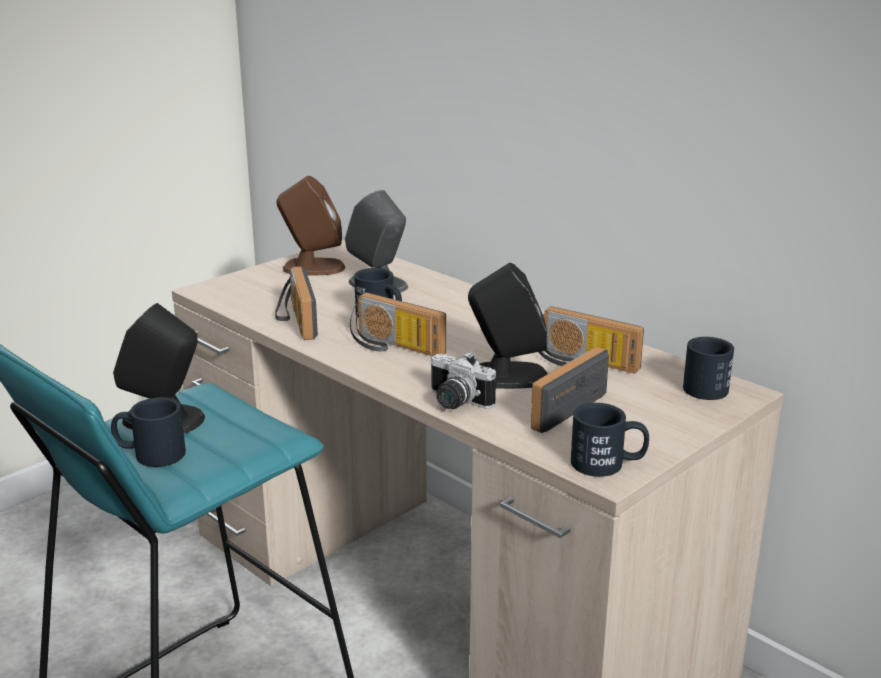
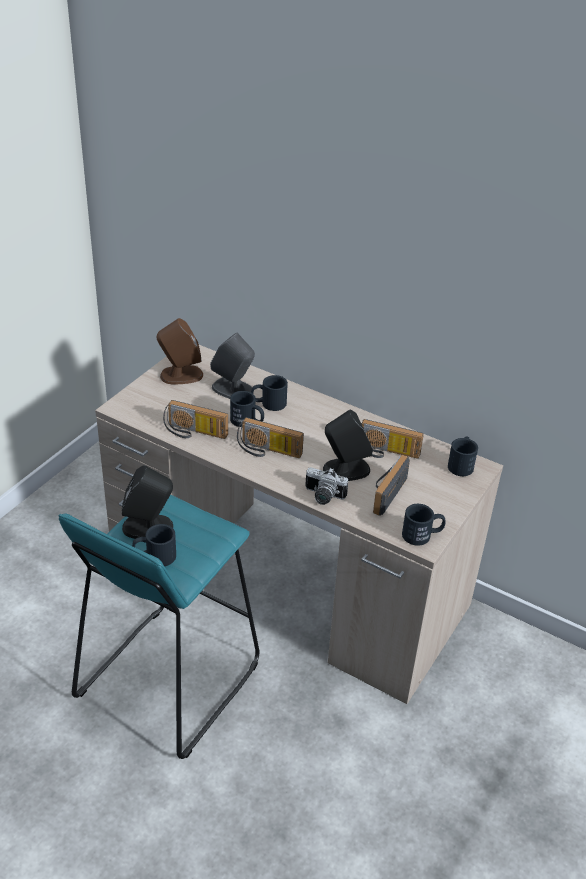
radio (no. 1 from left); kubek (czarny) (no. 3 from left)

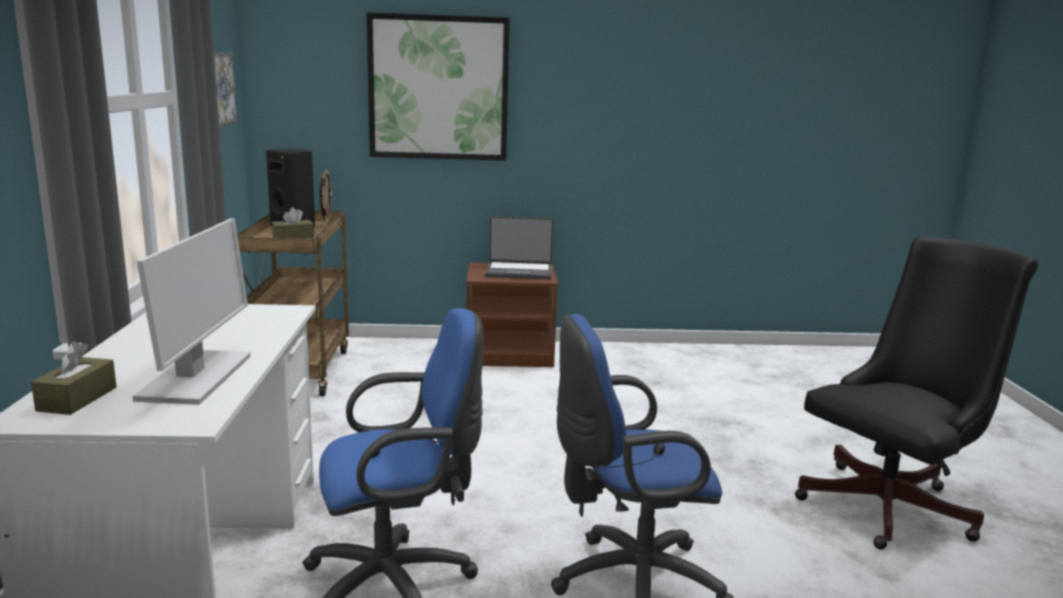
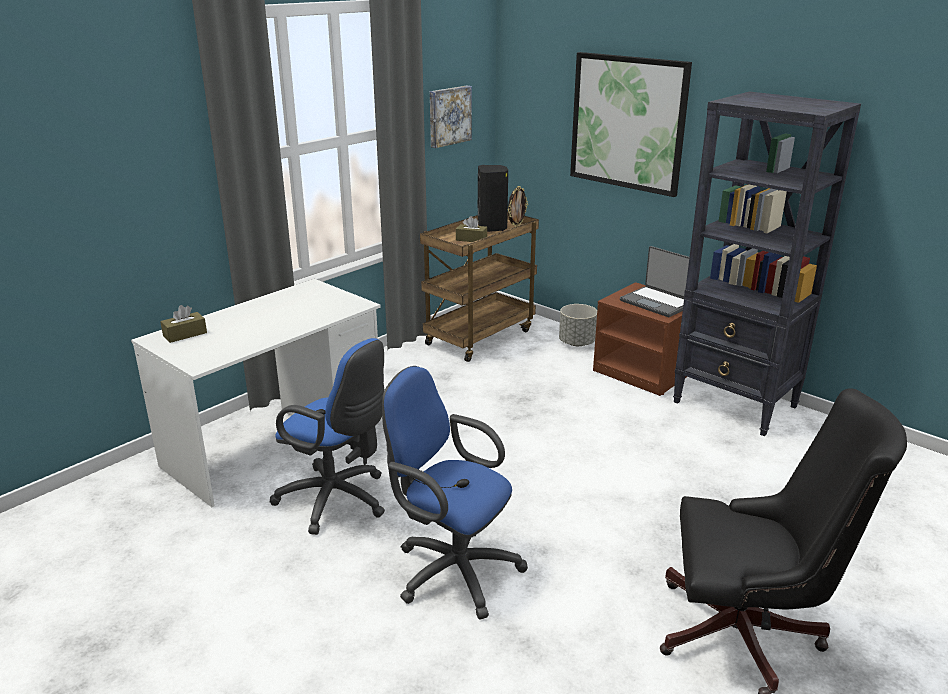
monitor; regał (czarny); donica (szary)

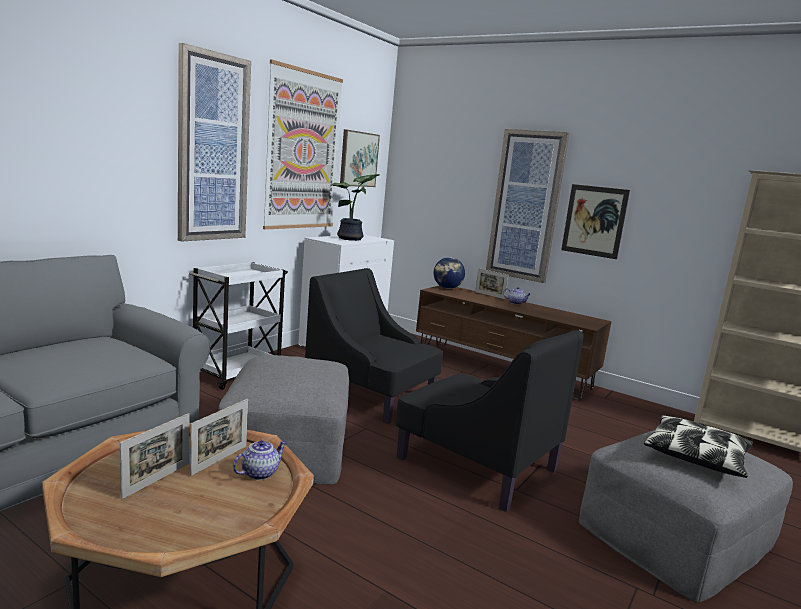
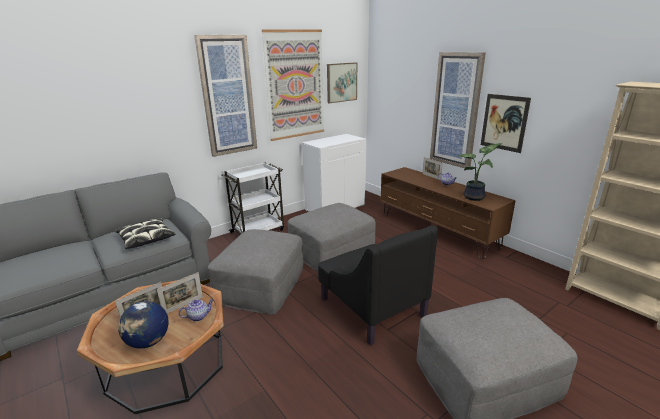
roślina doniczkowa; globus; pufa (szary) (no. 2 from left); poduszka

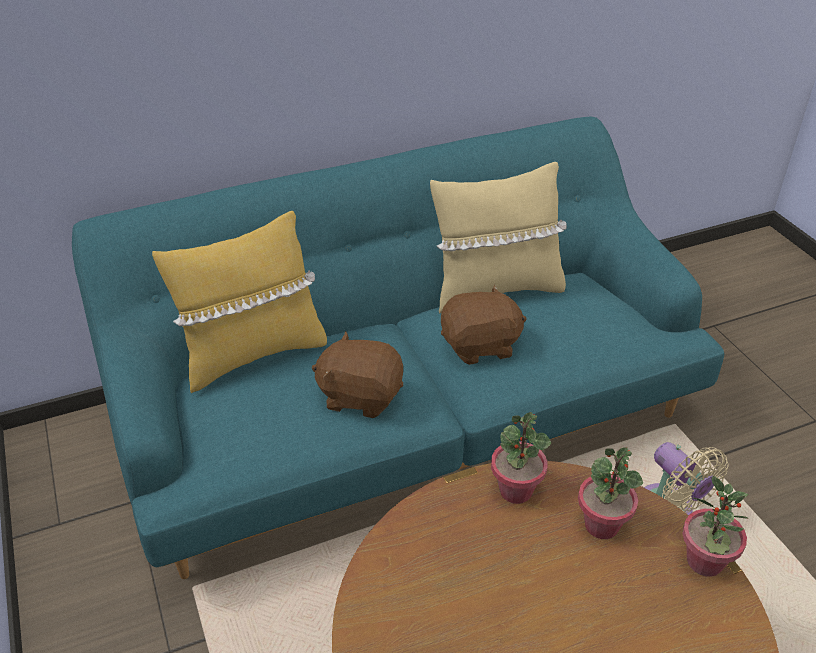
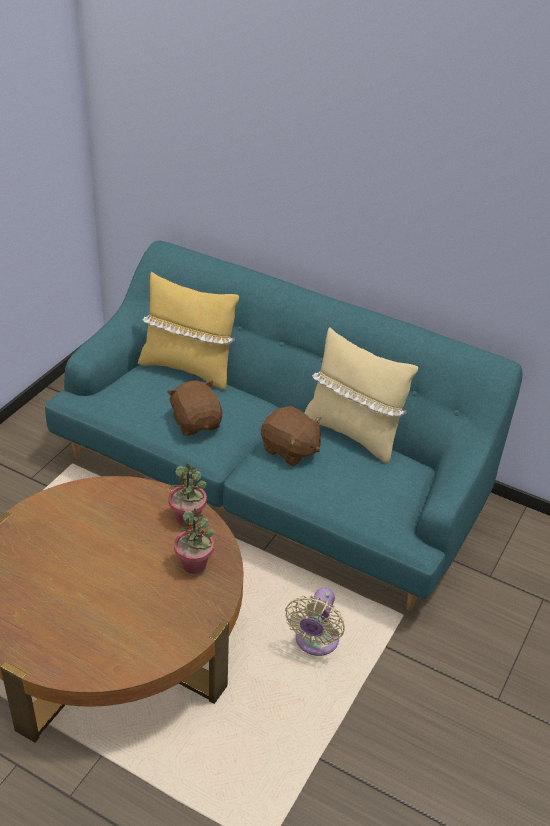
roślina doniczkowa (no. 3 from left in the first image)

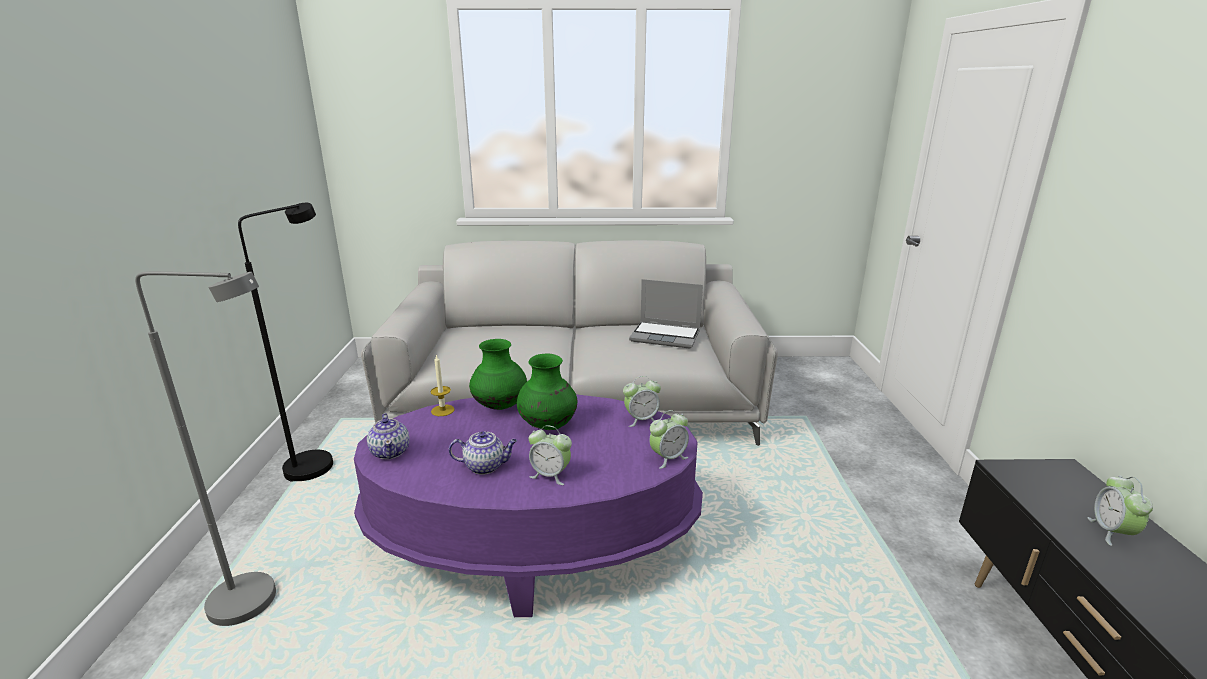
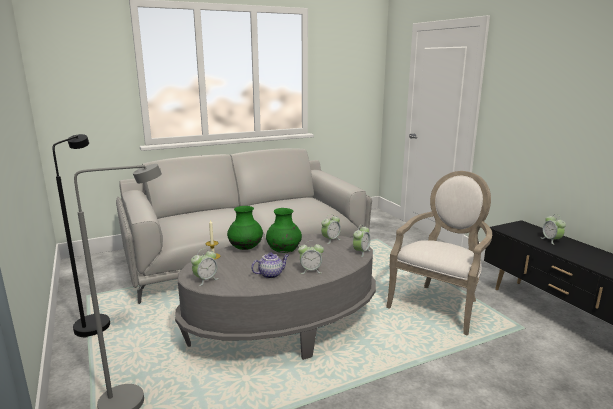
laptop; ława (szary); budzik (no. 1 from left); fotel

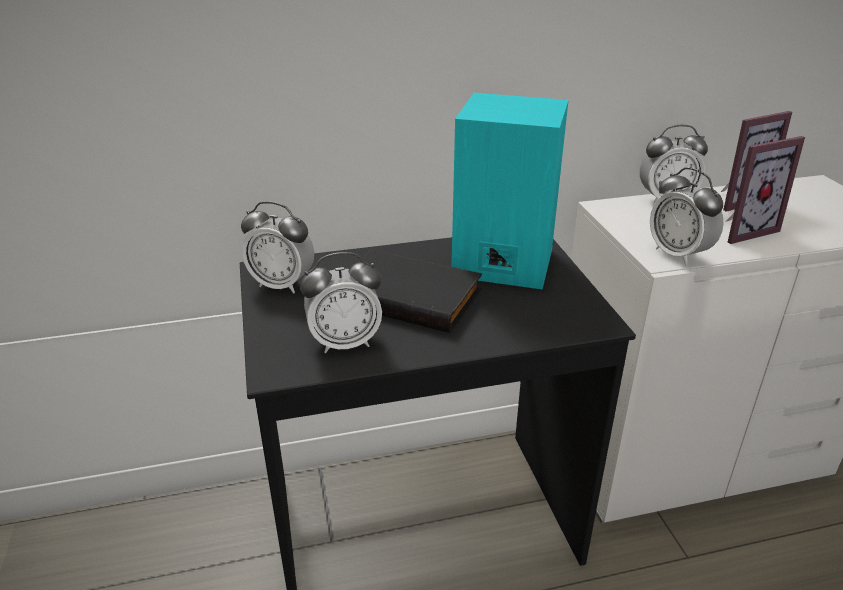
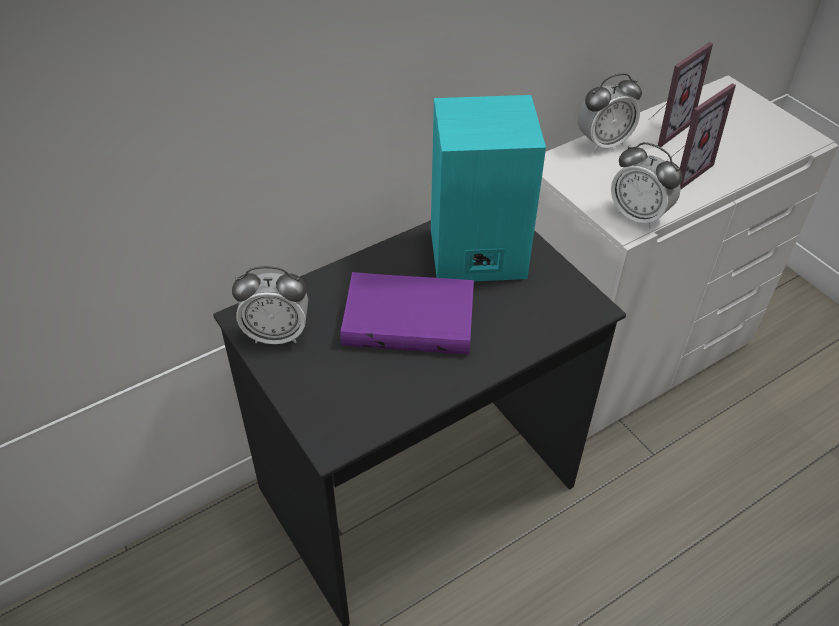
książka (fioletowy); budzik (no. 2 from left in the first image)

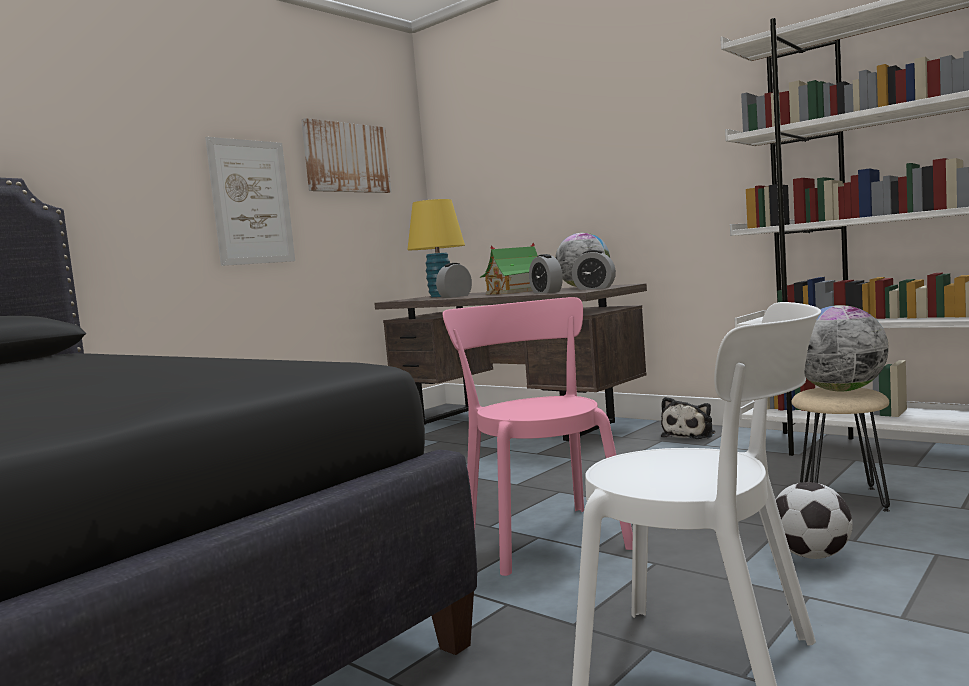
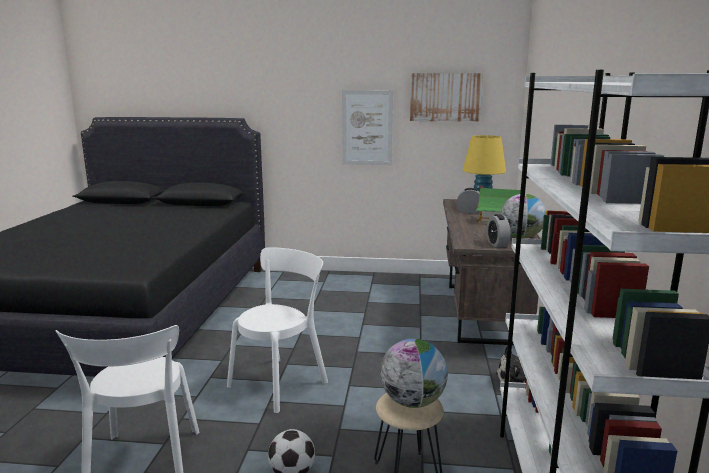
budzik (no. 2 from left in the first image); krzesło (biały) (no. 2 from left)

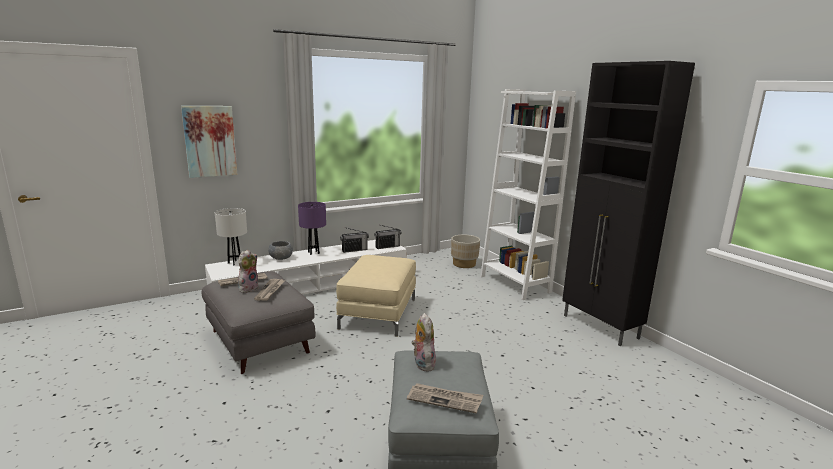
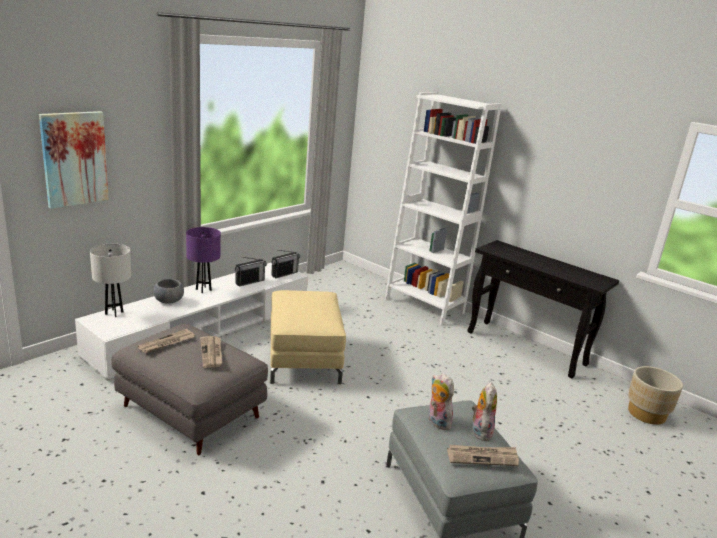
stolik konsolowy (czarny); donica (beżowy); pluszak (no. 2 from left)

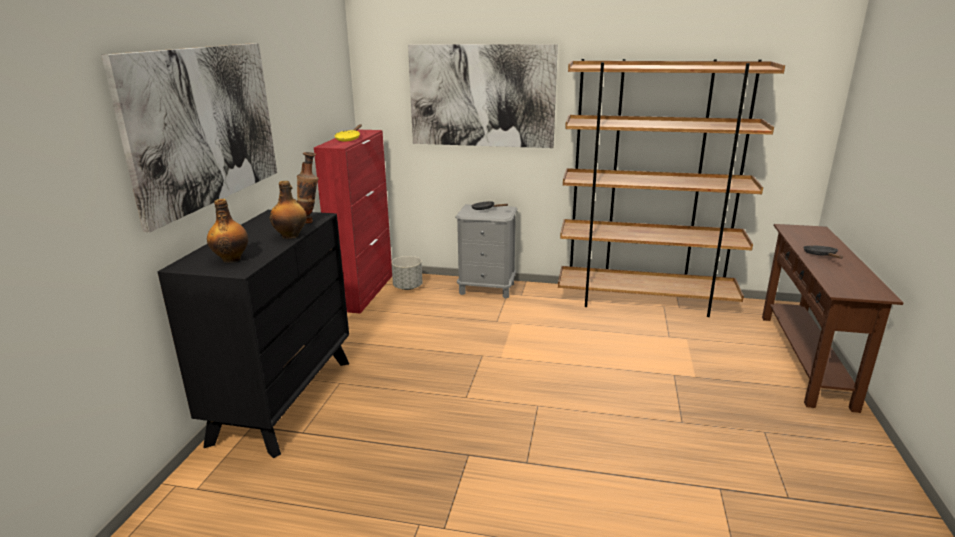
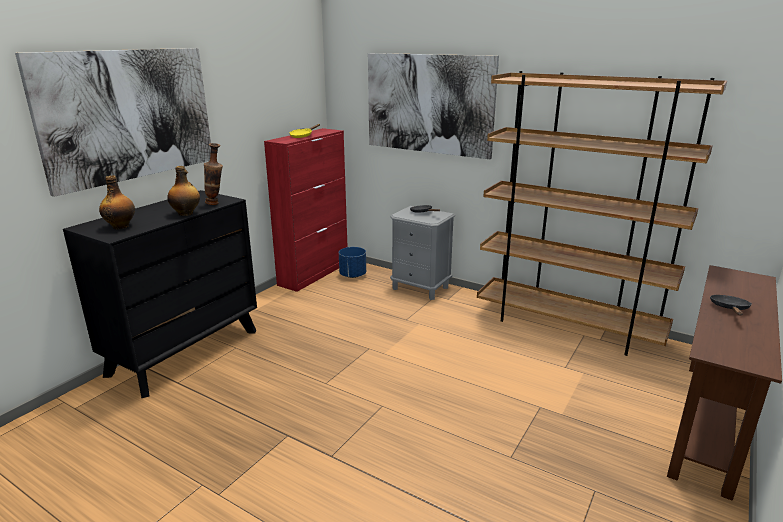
donica (niebieski)

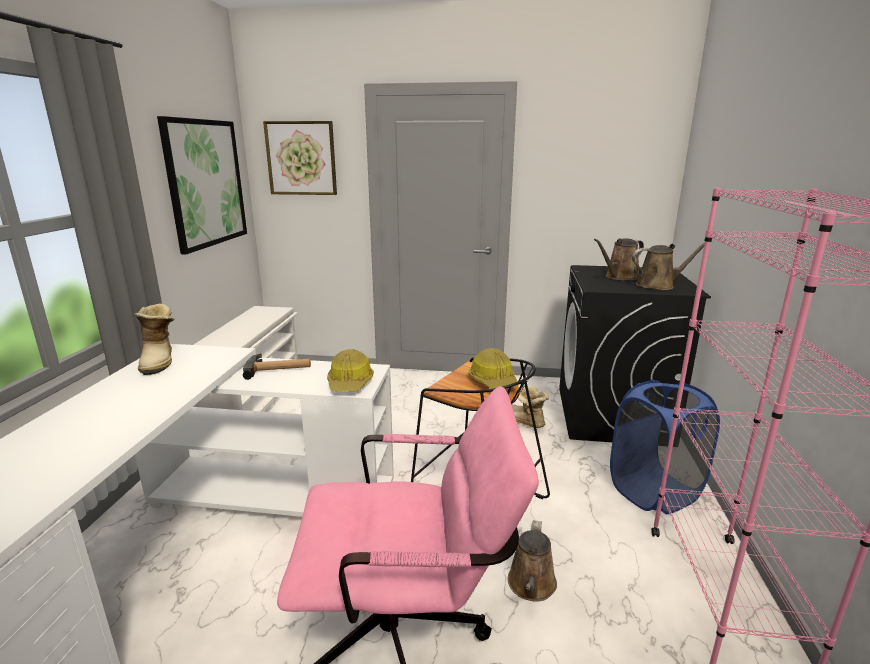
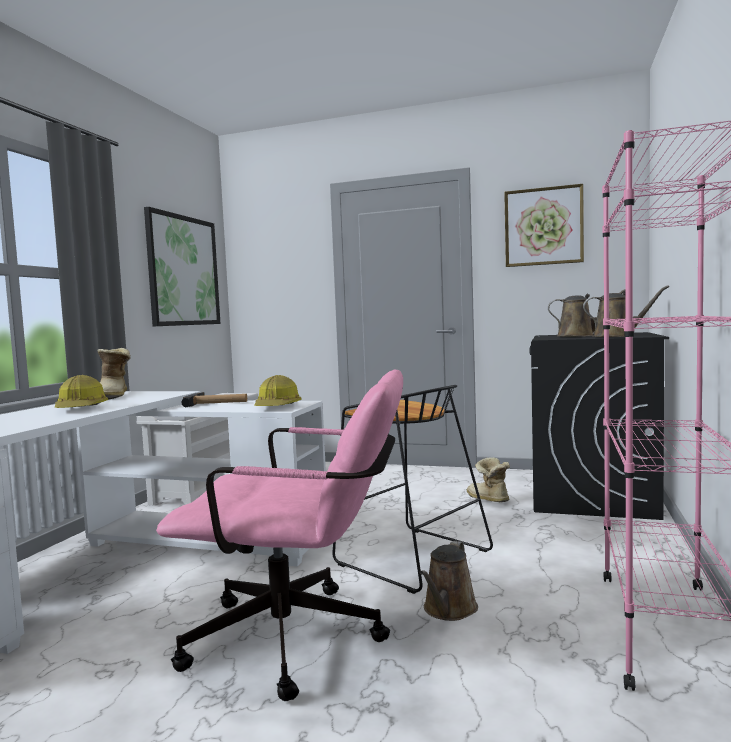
obraz (no. 2 from left); konewka (brązowy) (no. 2 from left); kask (no. 1 from left); kosz na pranie (niebieski)

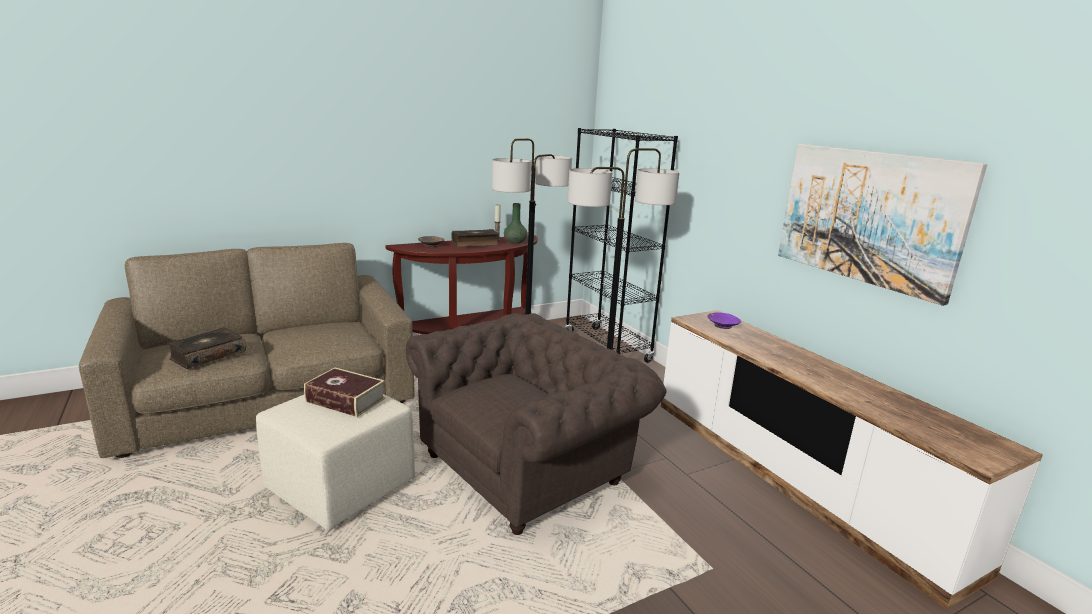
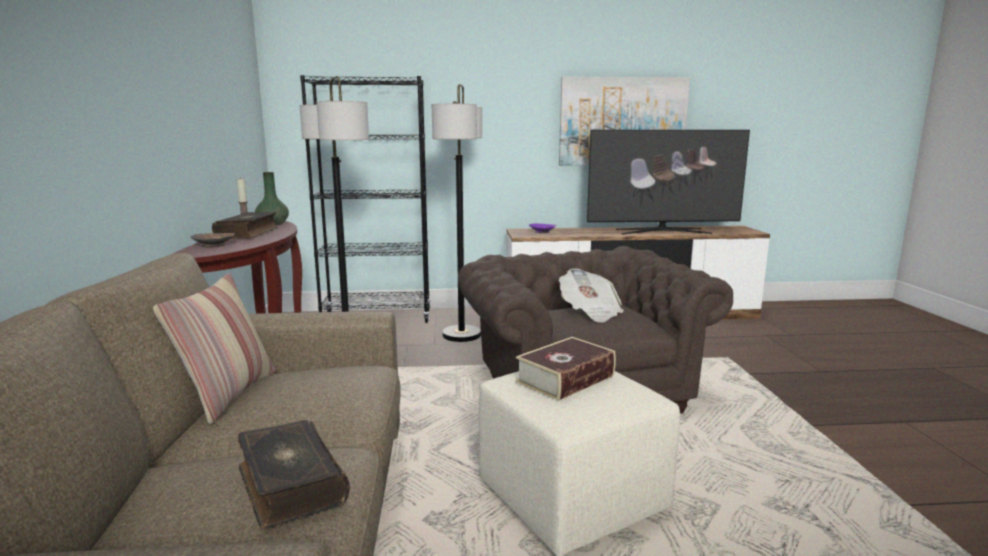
telewizor; gazeta; poduszka

